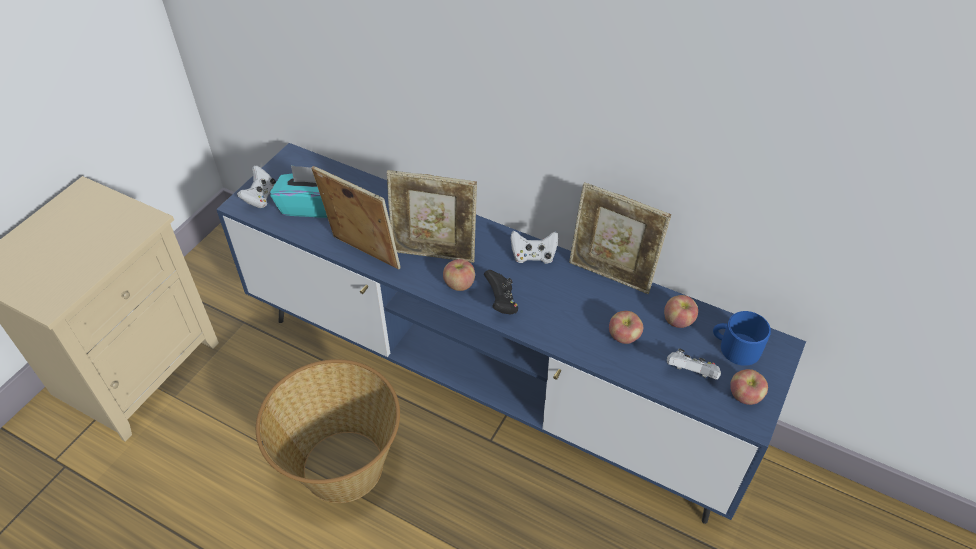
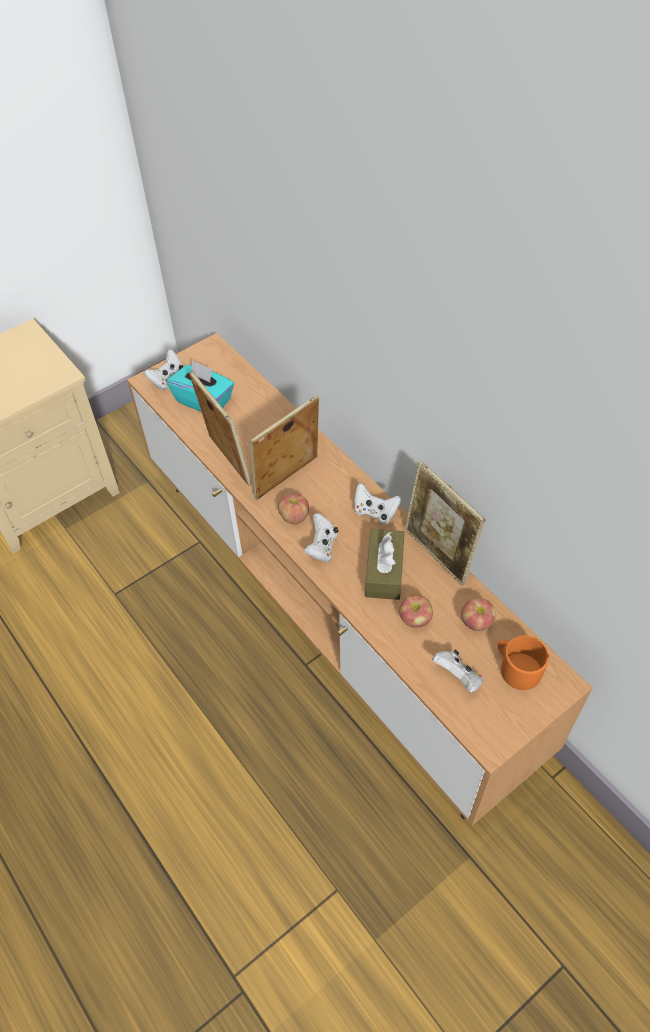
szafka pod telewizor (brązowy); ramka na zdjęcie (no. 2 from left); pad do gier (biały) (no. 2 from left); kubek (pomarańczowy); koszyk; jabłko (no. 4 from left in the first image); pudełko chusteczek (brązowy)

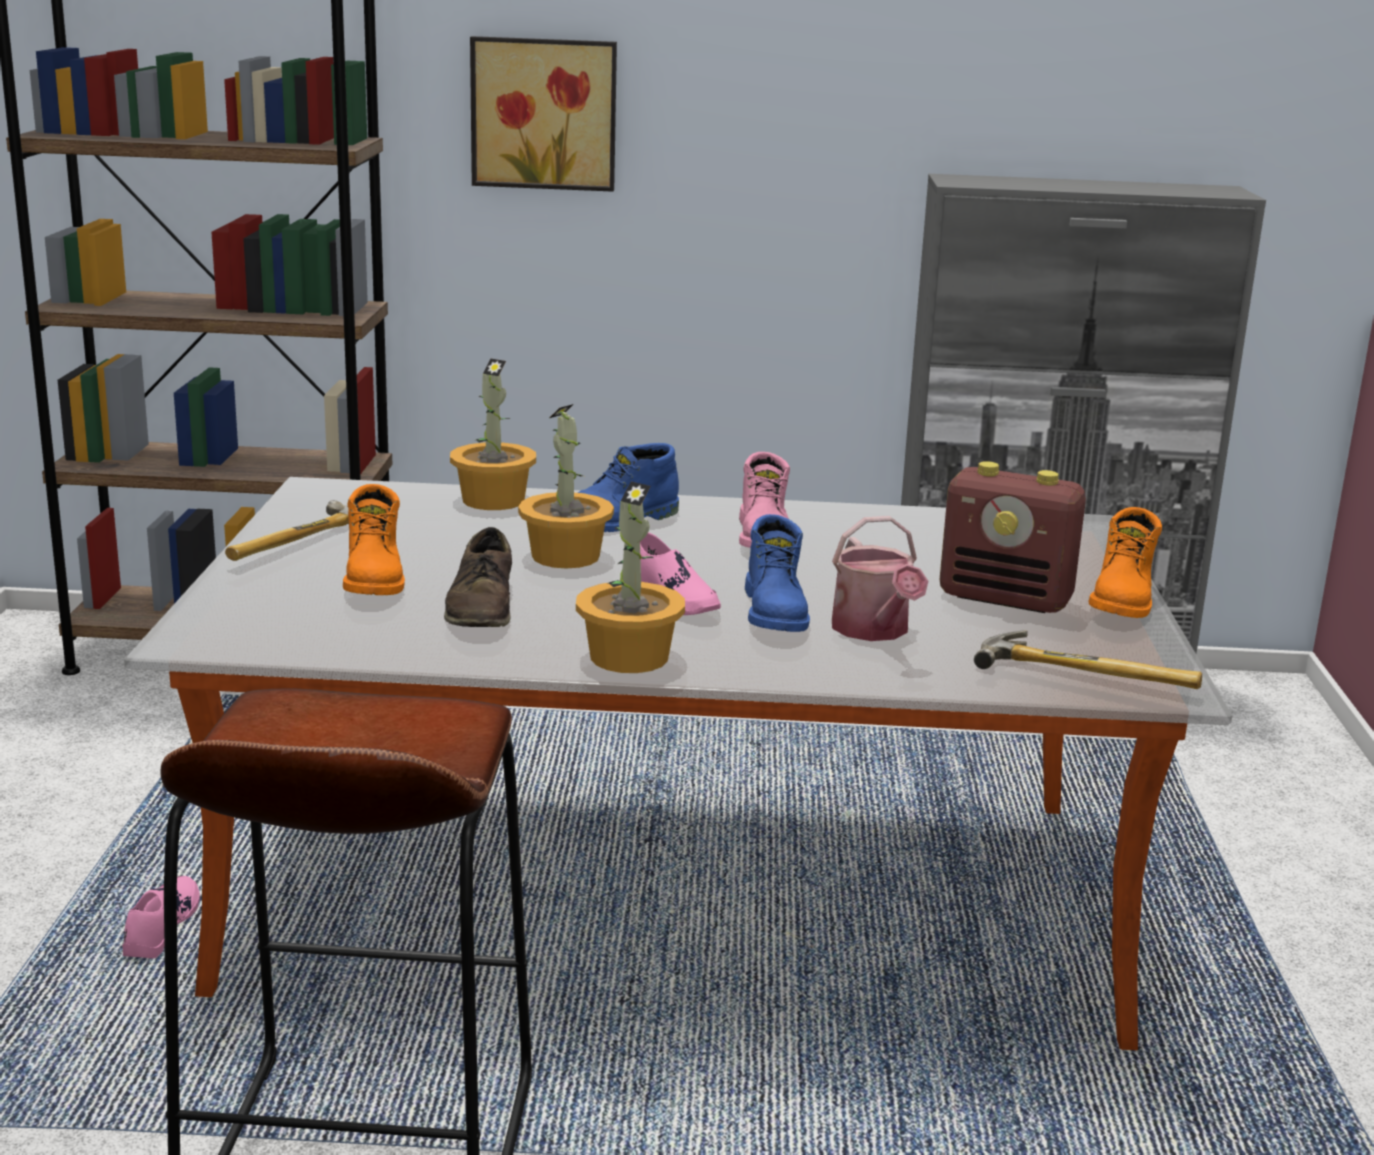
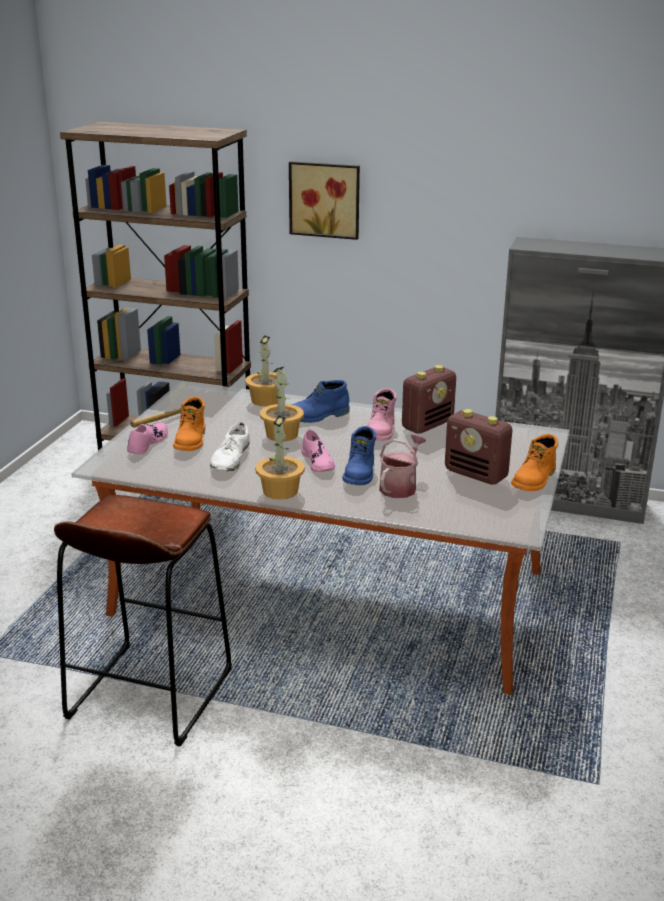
konewka; but (biały); młotek (no. 2 from left in the first image); but (różowy) (no. 1 from left); radio (no. 1 from left)

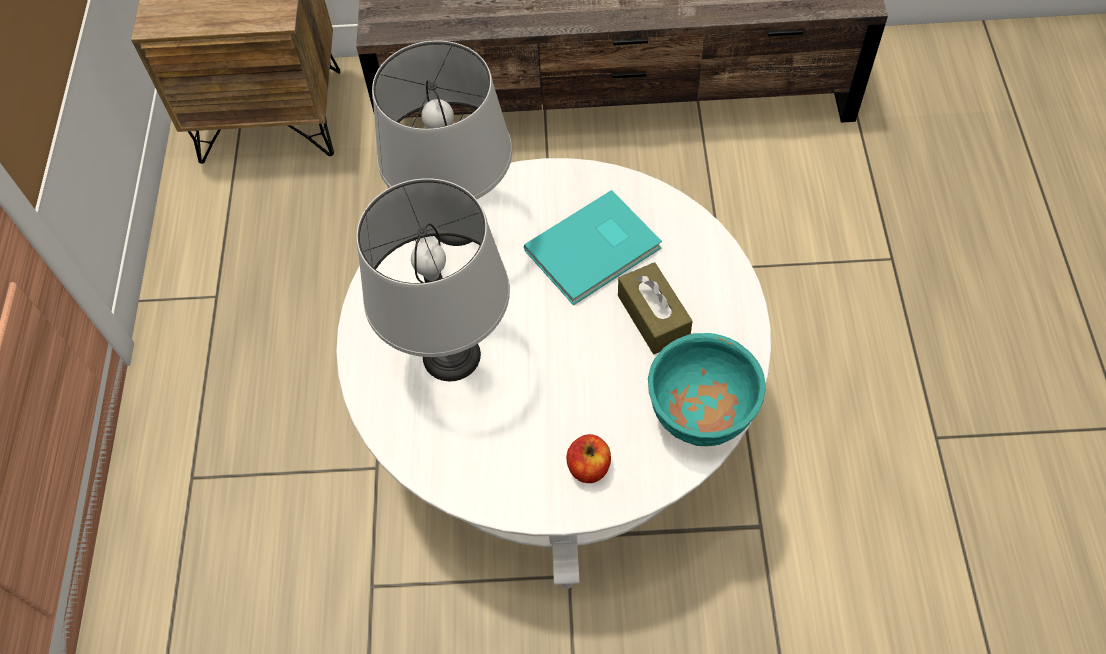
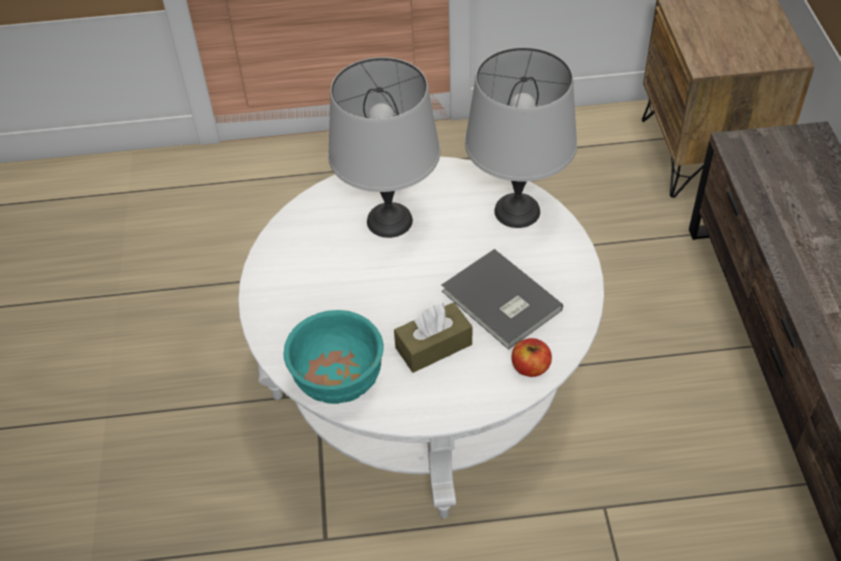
książka (szary); jabłko

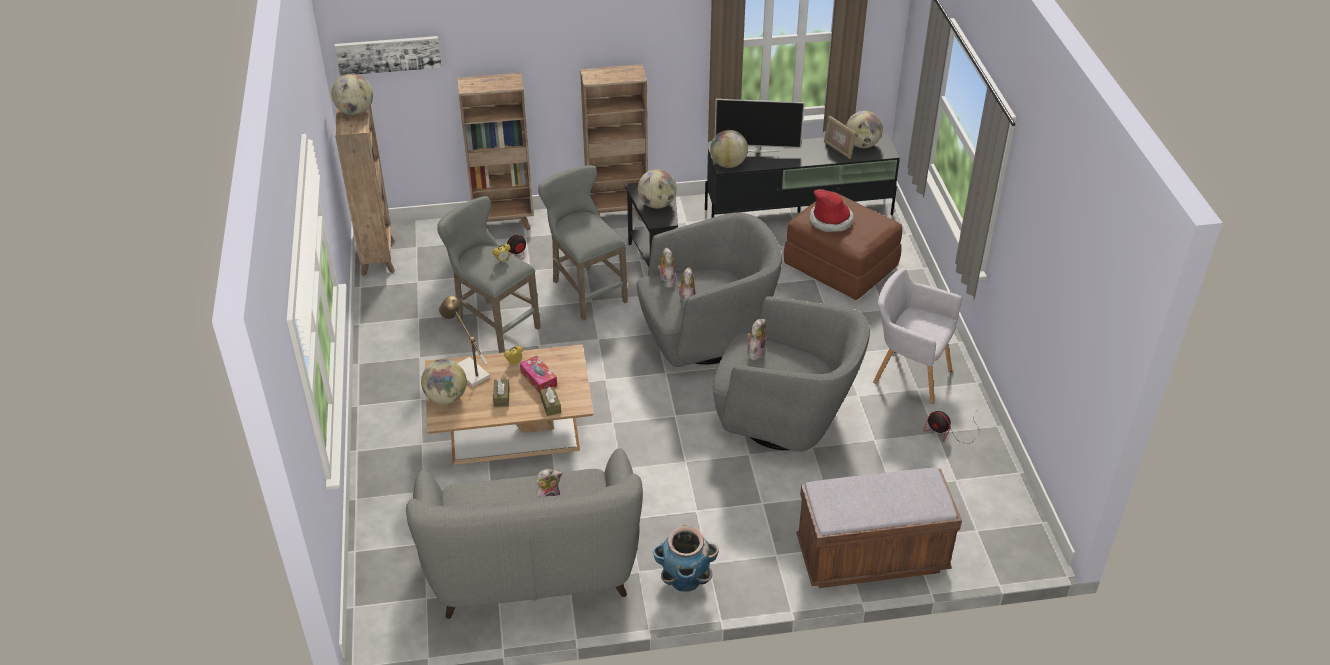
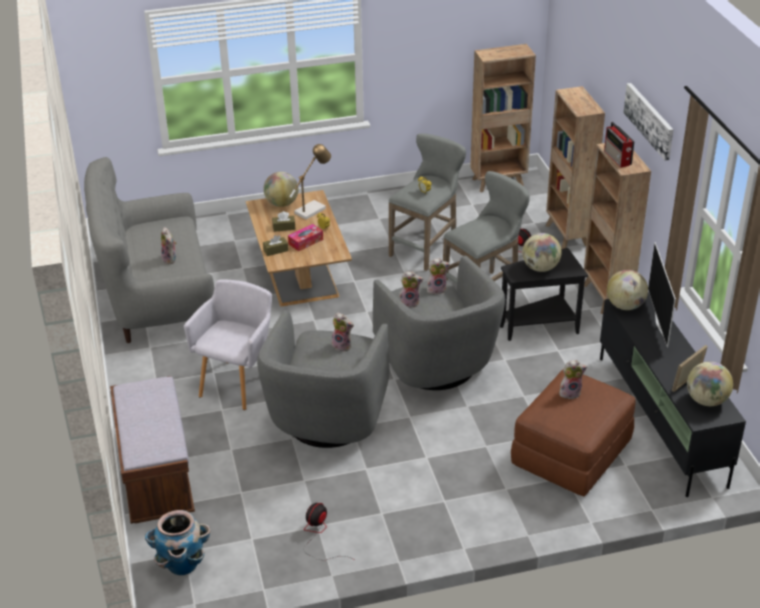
obraz; globus (no. 1 from left in the first image); pluszak (no. 5 from left); fotel (szary) (no. 1 from left); donica; radio

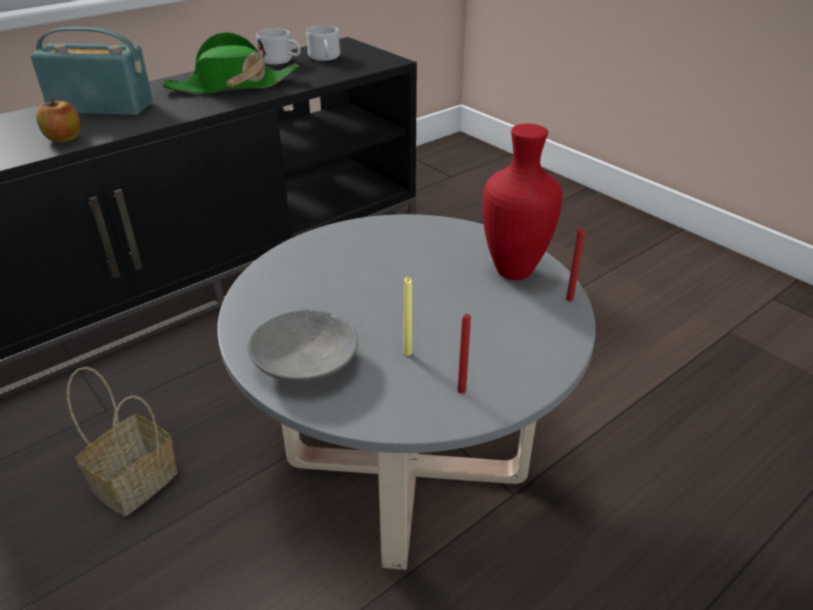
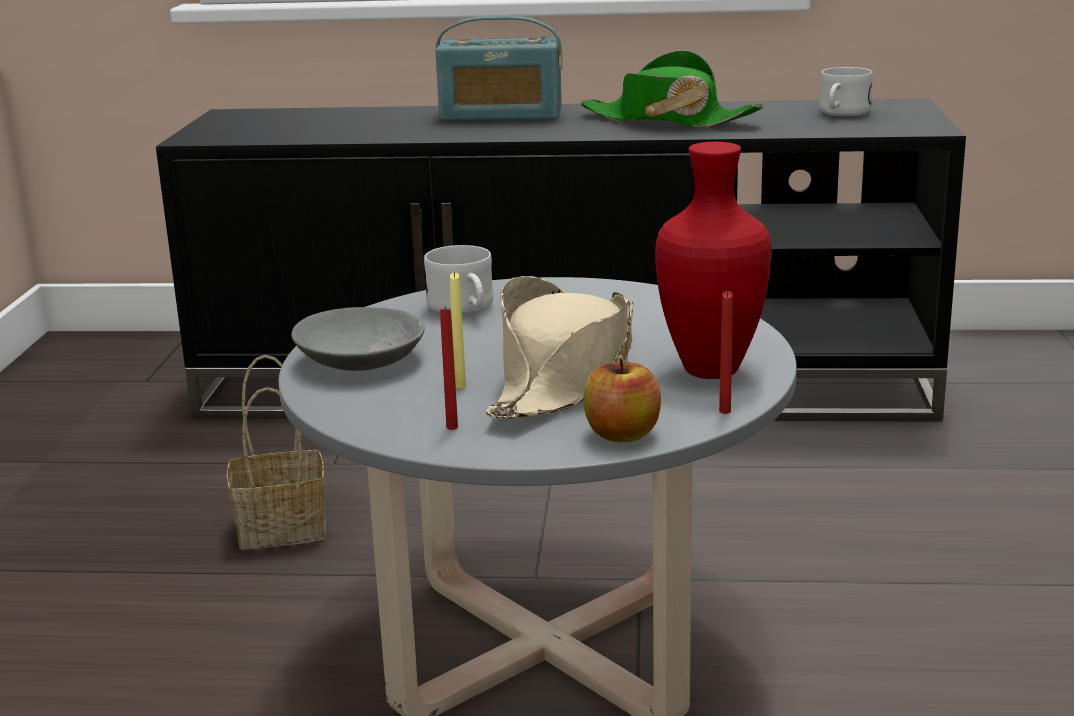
radio; kubek (biały) (no. 1 from left); jabłko; kapelusz (beżowy)

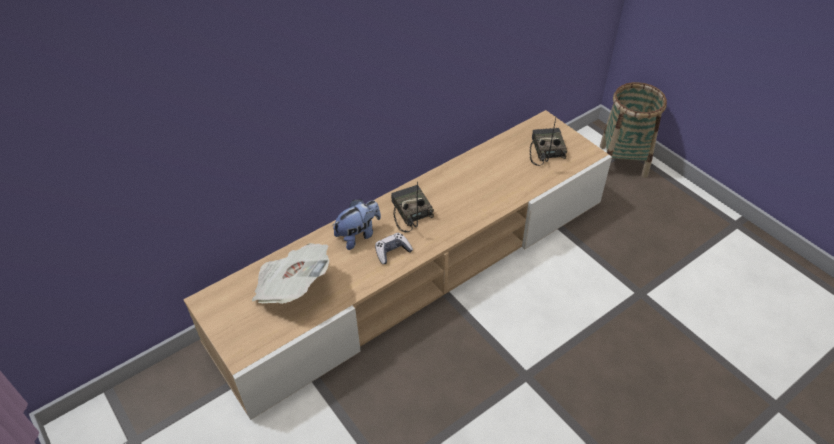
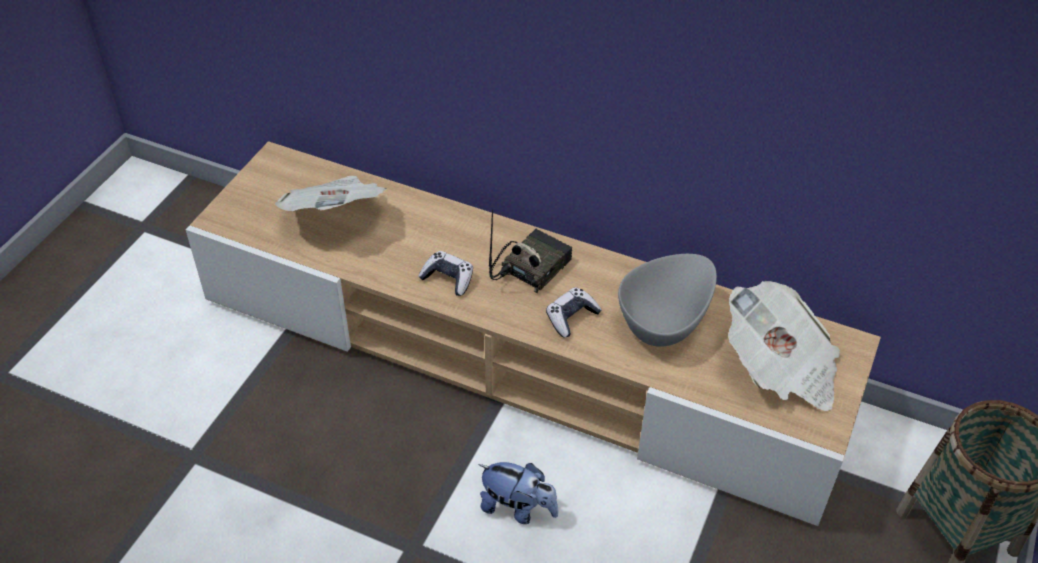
gazeta (no. 2 from left); pluszak; miska (szary); pad do gier (no. 2 from left)

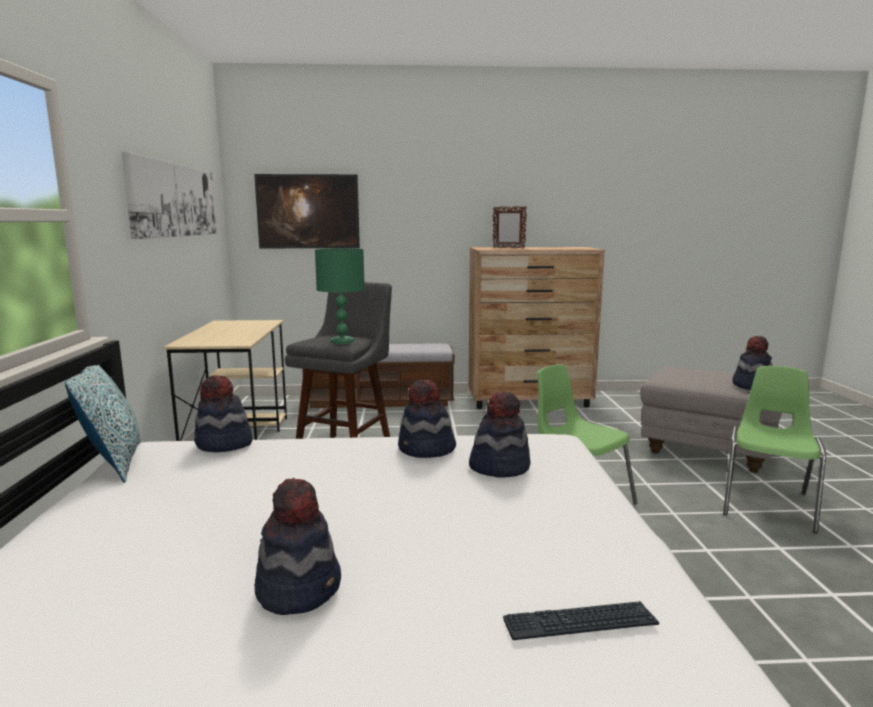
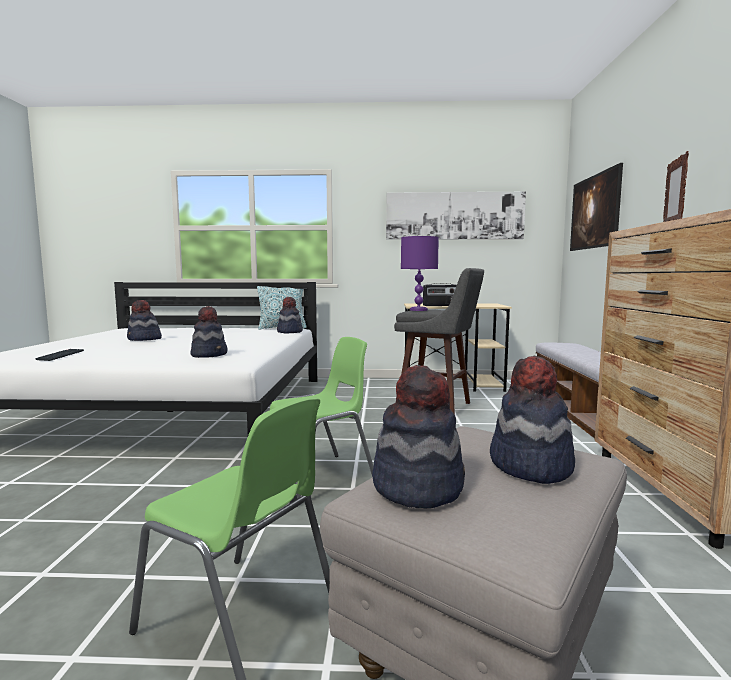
lampa stołowa (fioletowy); kapelusz (no. 5 from left); radio

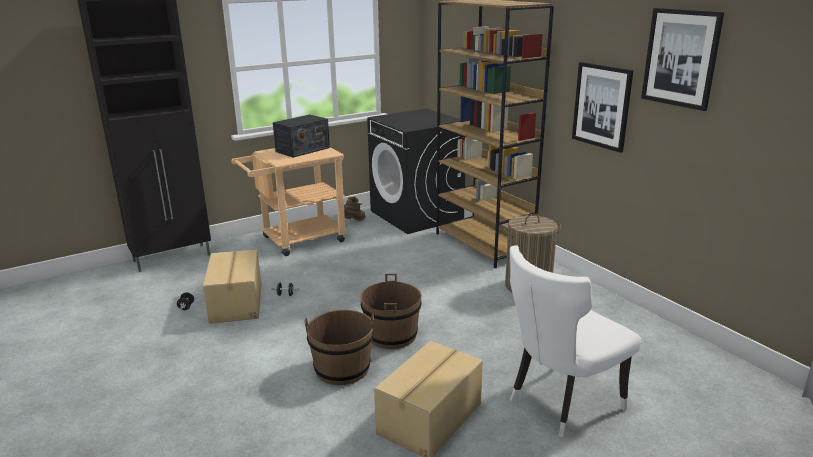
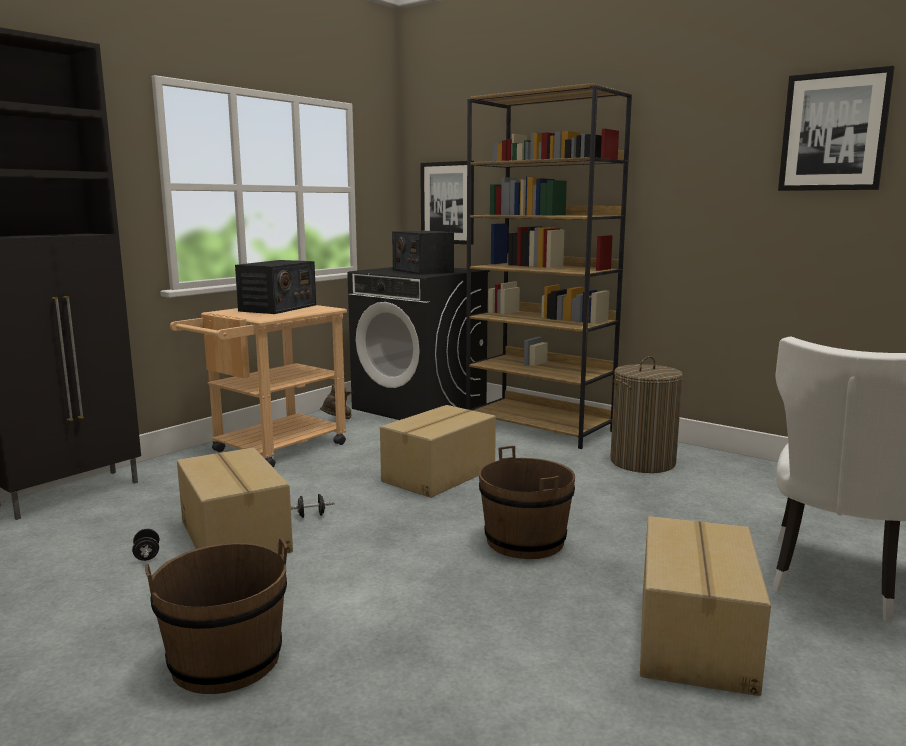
obraz (no. 1 from left); wiadro (brązowy) (no. 1 from left); radio (no. 2 from left); karton (no. 2 from left)

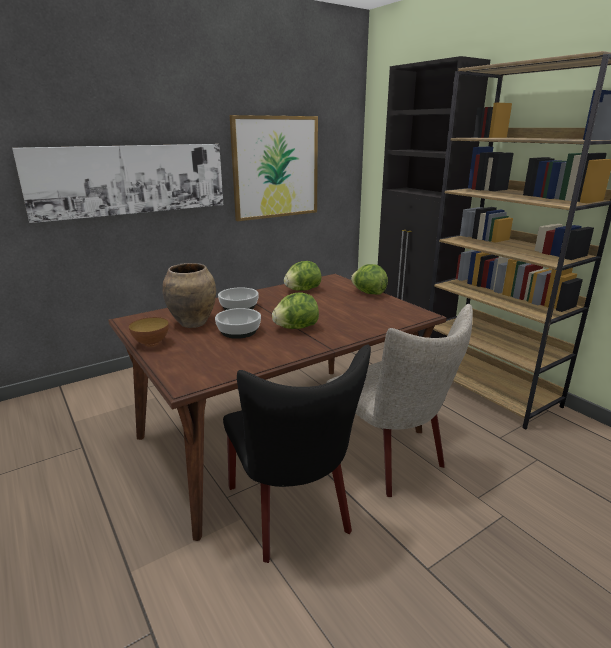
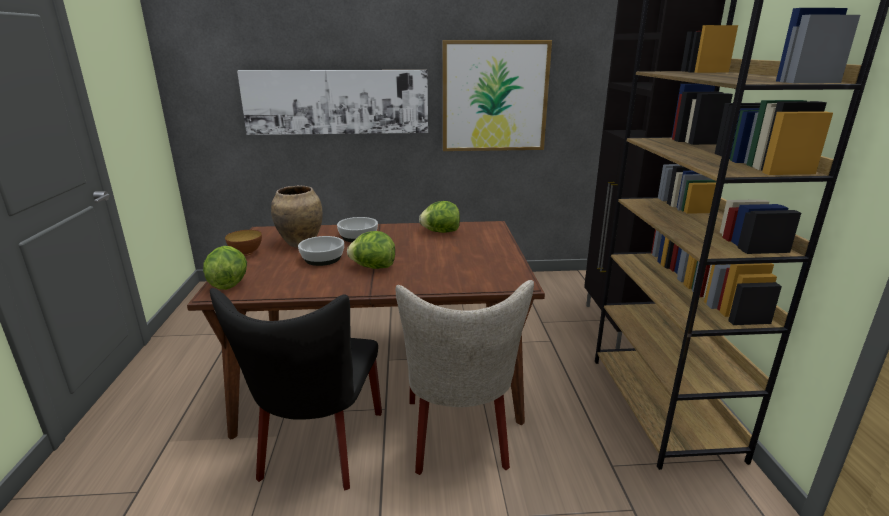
sałata (no. 1 from left)

